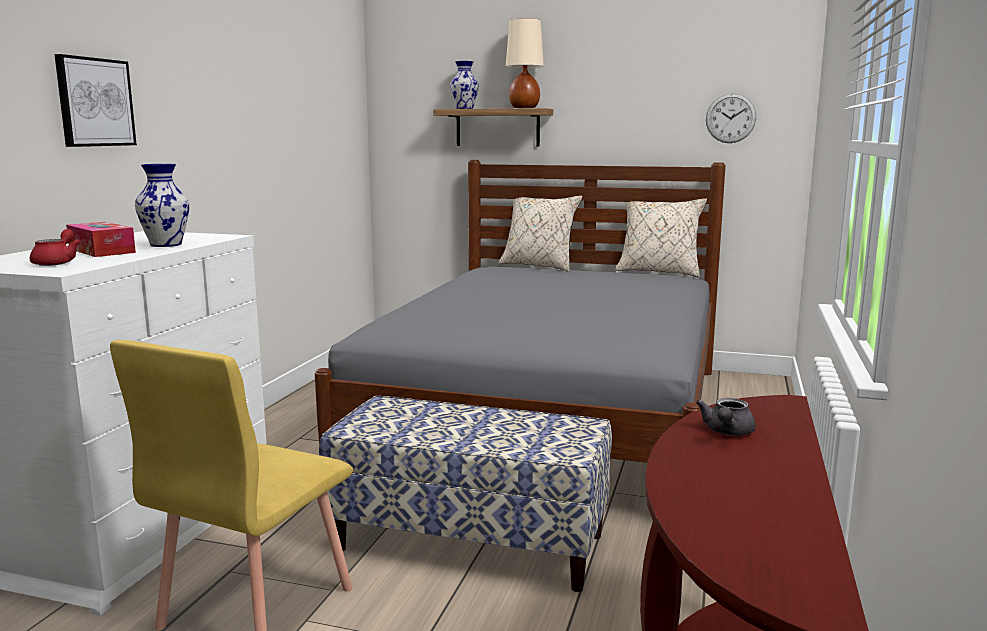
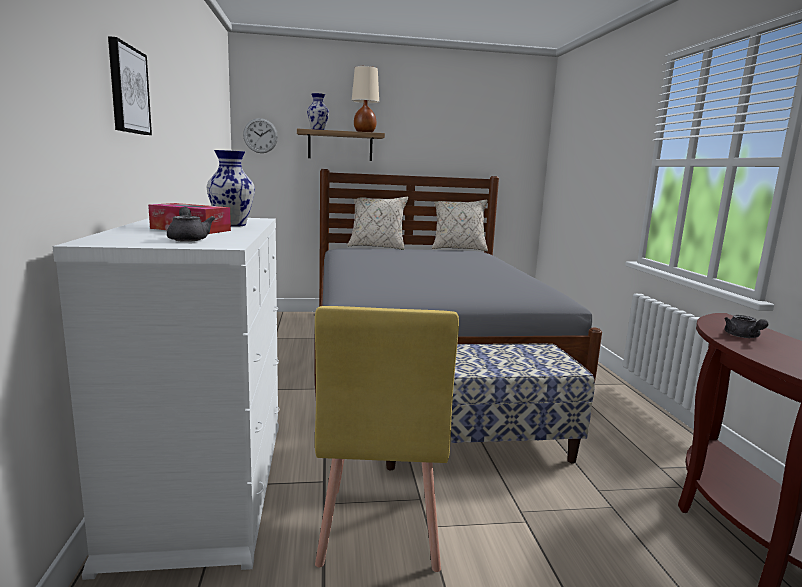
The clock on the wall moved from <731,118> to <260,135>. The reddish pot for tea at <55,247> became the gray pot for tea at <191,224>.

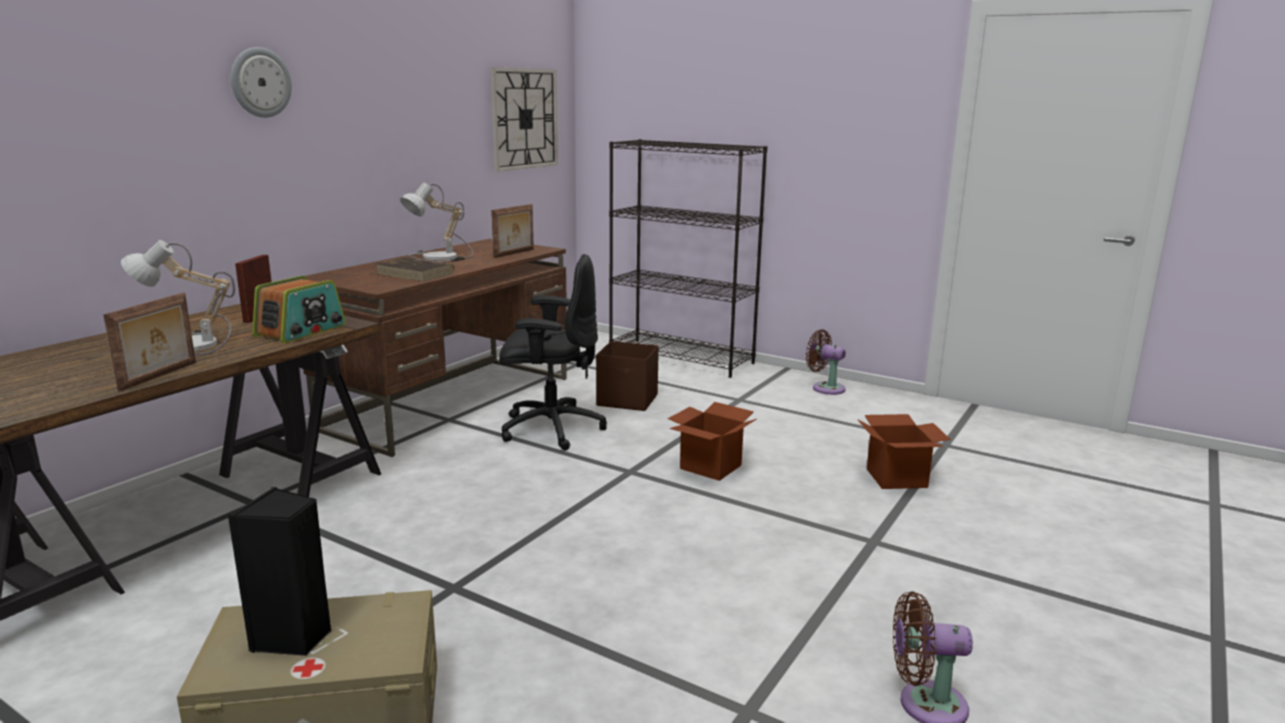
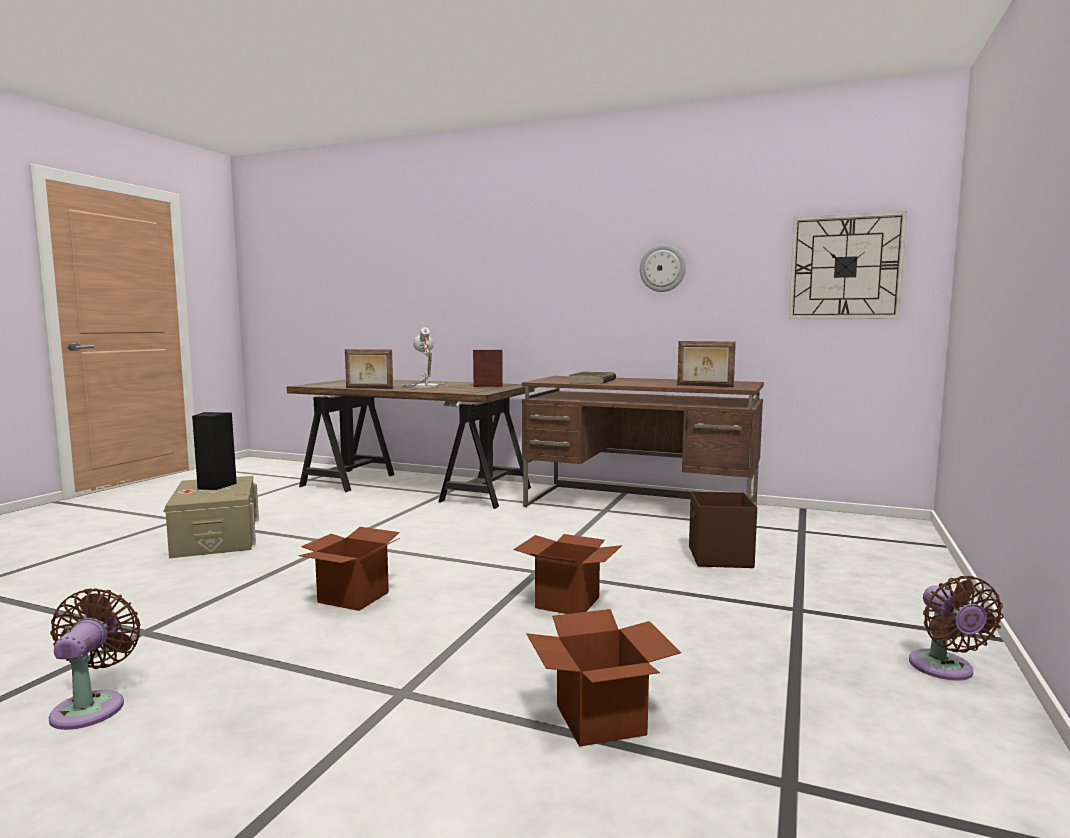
The radio receiver at <299,309> disappeared. The lamp for a table at <436,222> disappeared. The black desk chair at <553,352> disappeared. The black shelving unit at <688,258> disappeared. The cardboard box at <349,569> appeared. The clock on the wall moved from <261,82> to <663,268>. The brownish fan at <826,362> turned 150 degrees clockwise.

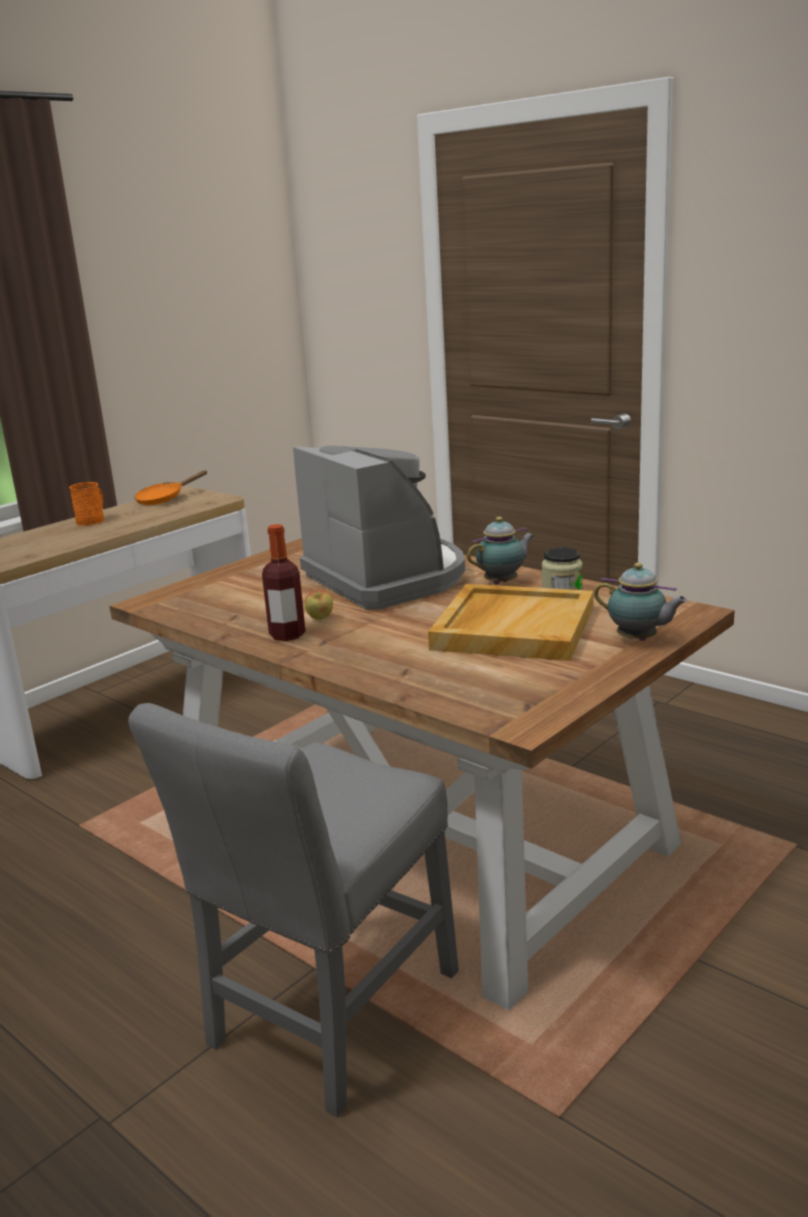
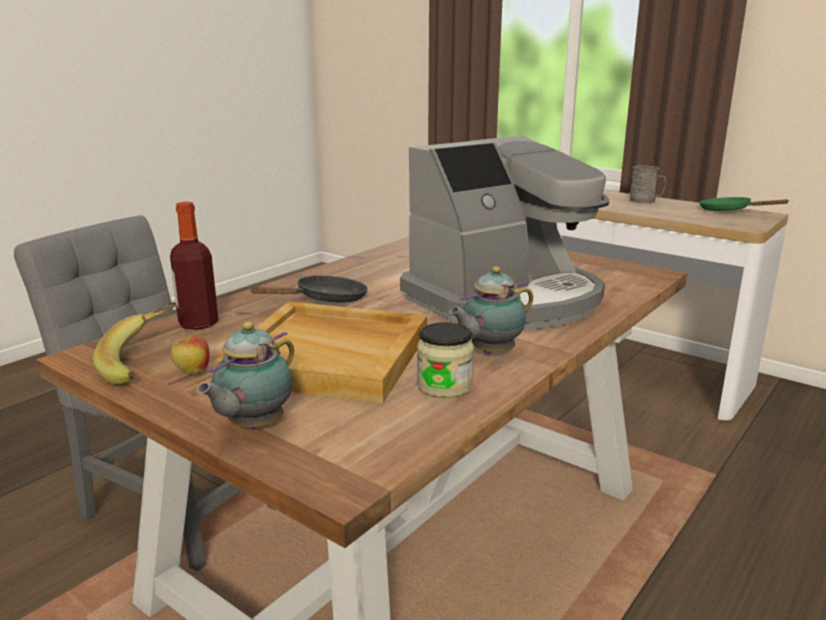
The whole banana at <135,343> appeared. The black frying pan at <308,289> appeared. The beverage bottle moved from <283,582> to <194,266>. The apple moved from <319,605> to <190,354>. The orange tea mug at <86,504> became the gray tea mug at <648,184>. The orange frying pan at <170,488> became the green frying pan at <744,204>. The pot for tea at <501,551> turned 90 degrees clockwise.

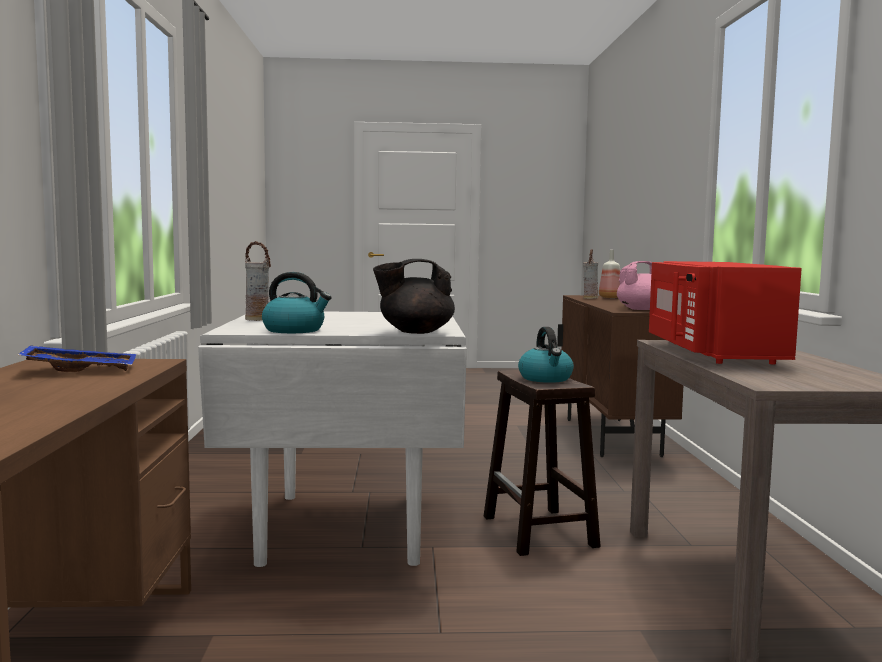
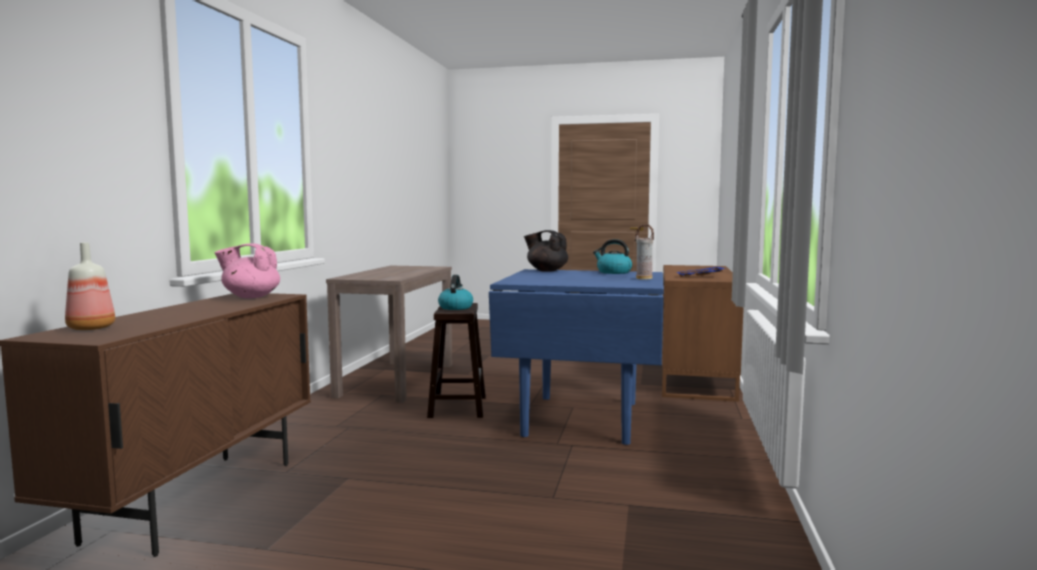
The decorative vase at <590,274> disappeared. The reddish microwave oven at <725,313> disappeared. The whitish kitchen table at <332,439> became the bluish kitchen table at <576,357>. The black pot for tea at <414,296> turned 150 degrees counterclockwise.

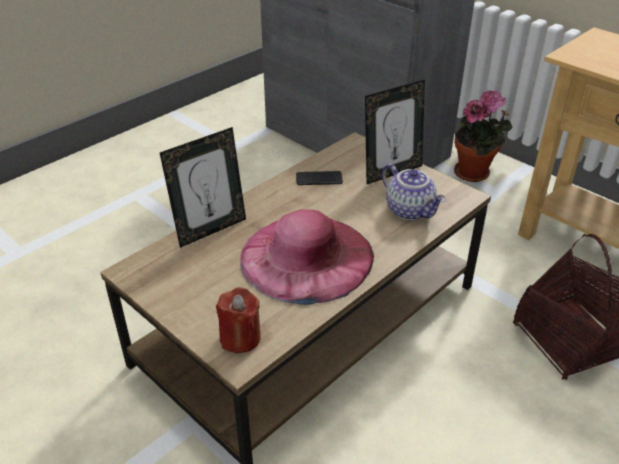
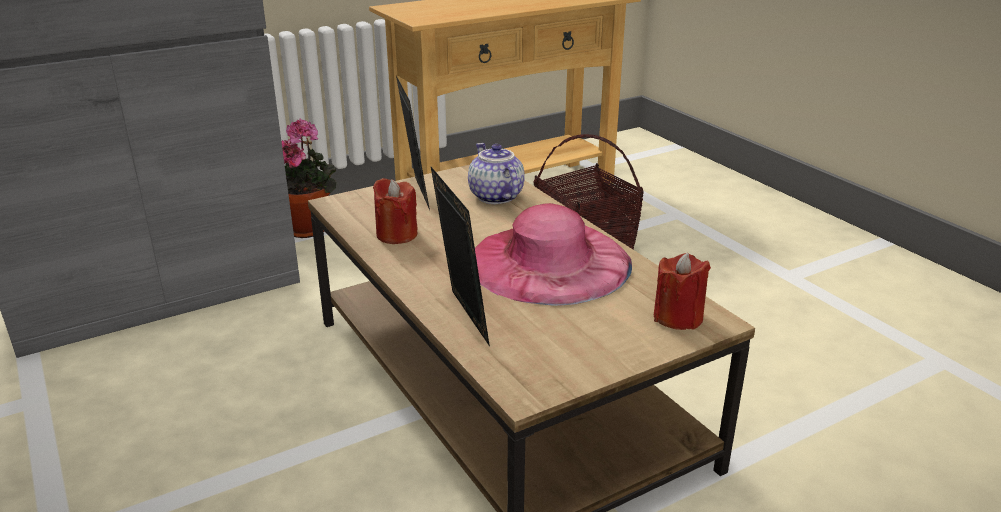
The phone at <319,178> was replaced by the reddish wax candle at <395,211>. The pot for tea at <414,192> turned 90 degrees counterclockwise.

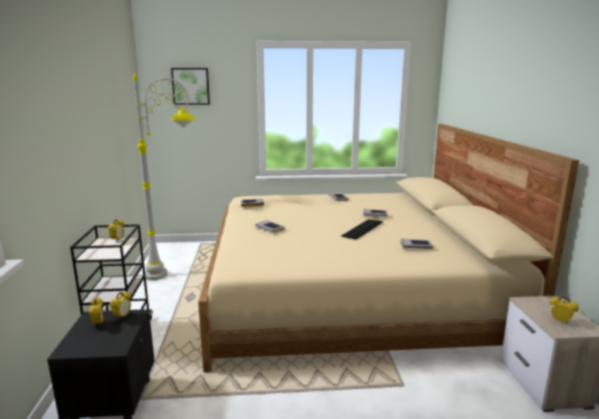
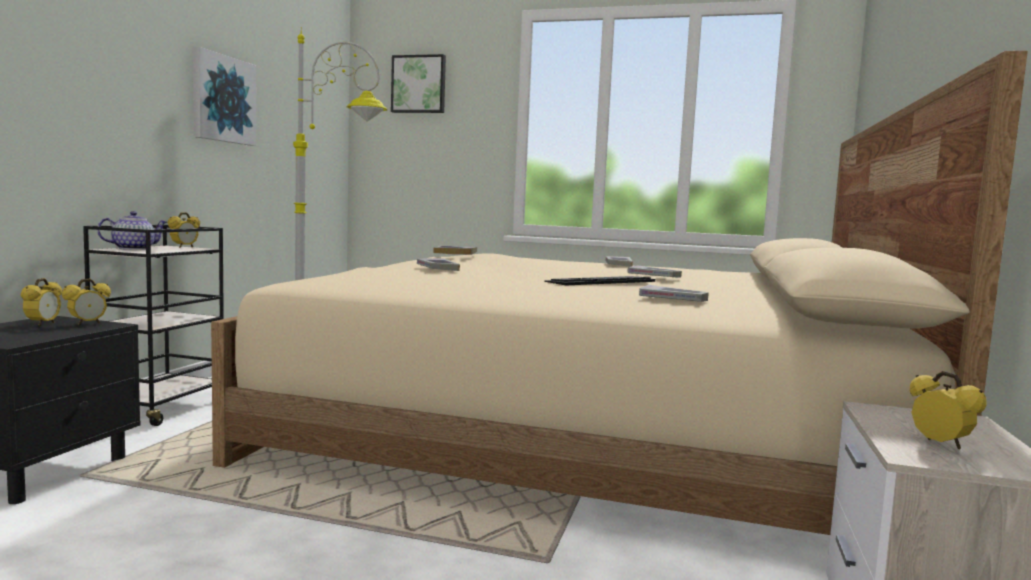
The pot for tea at <132,230> appeared. The wall art at <224,96> appeared.

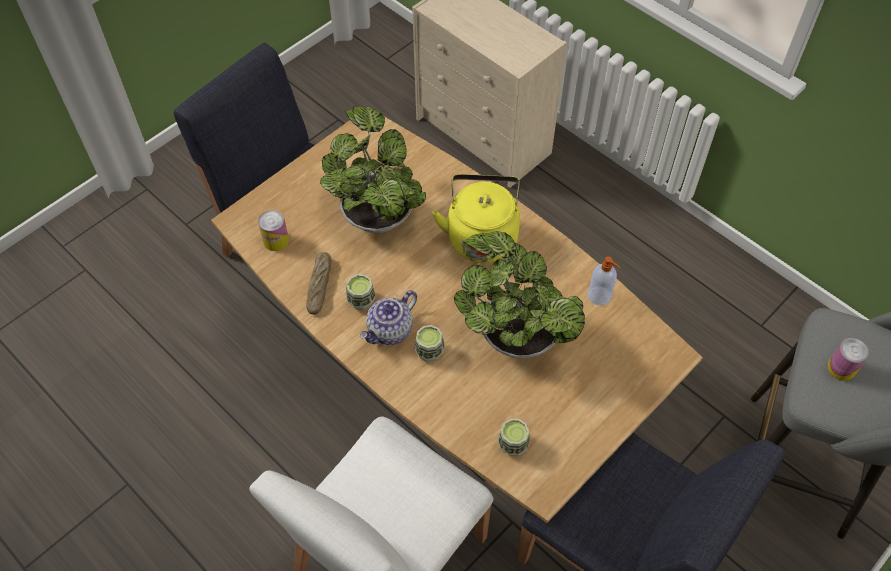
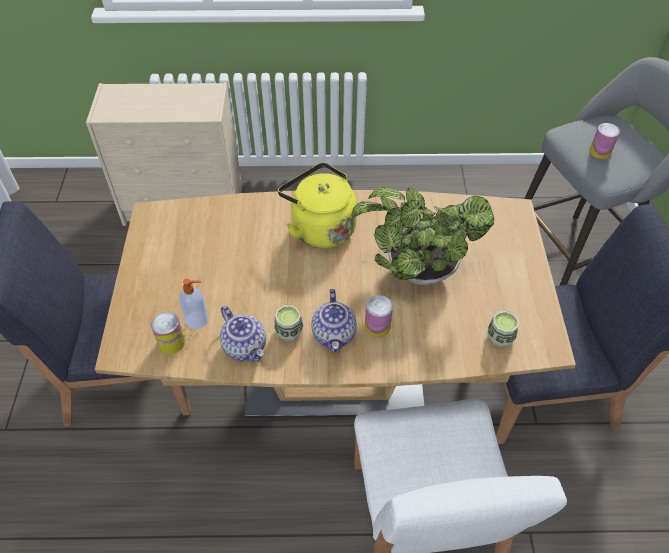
The plant in a pot at <373,169> disappeared. The soap bottle moved from <604,281> to <193,304>. The bread at <319,283> was replaced by the pot for tea at <243,334>. The cup at <429,343> was replaced by the sealed can at <379,316>.

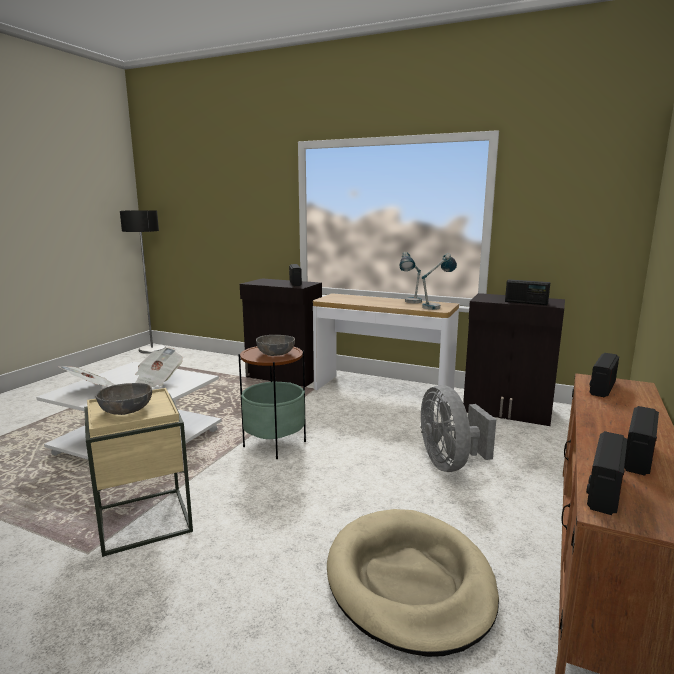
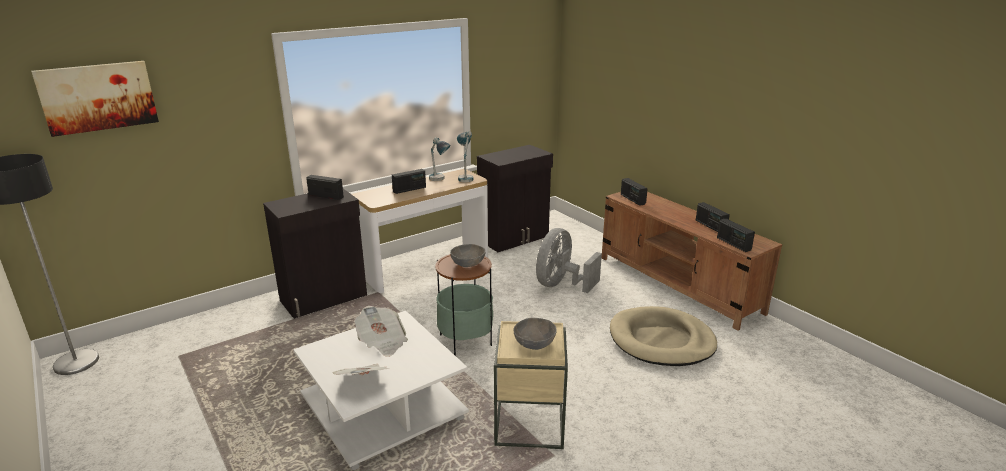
The wall art at <95,99> appeared. The radio receiver moved from <527,292> to <409,181>. The gray fan at <458,428> turned 105 degrees clockwise.

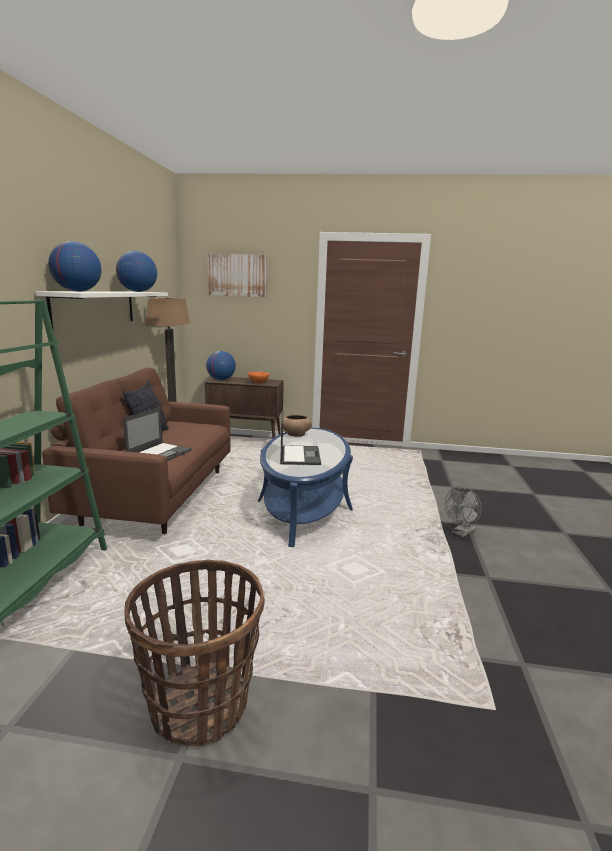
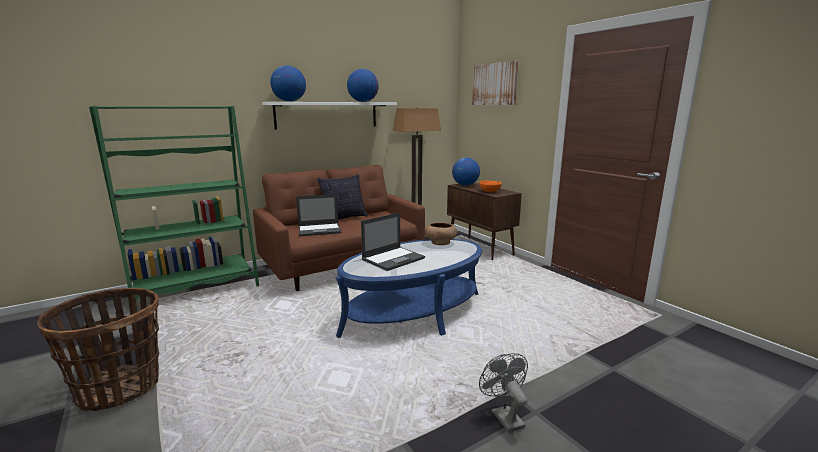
The gray fan at <463,511> turned 60 degrees clockwise.

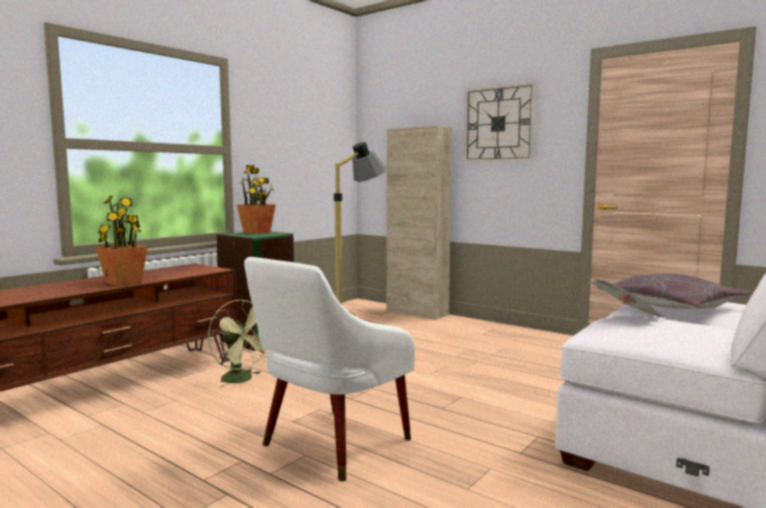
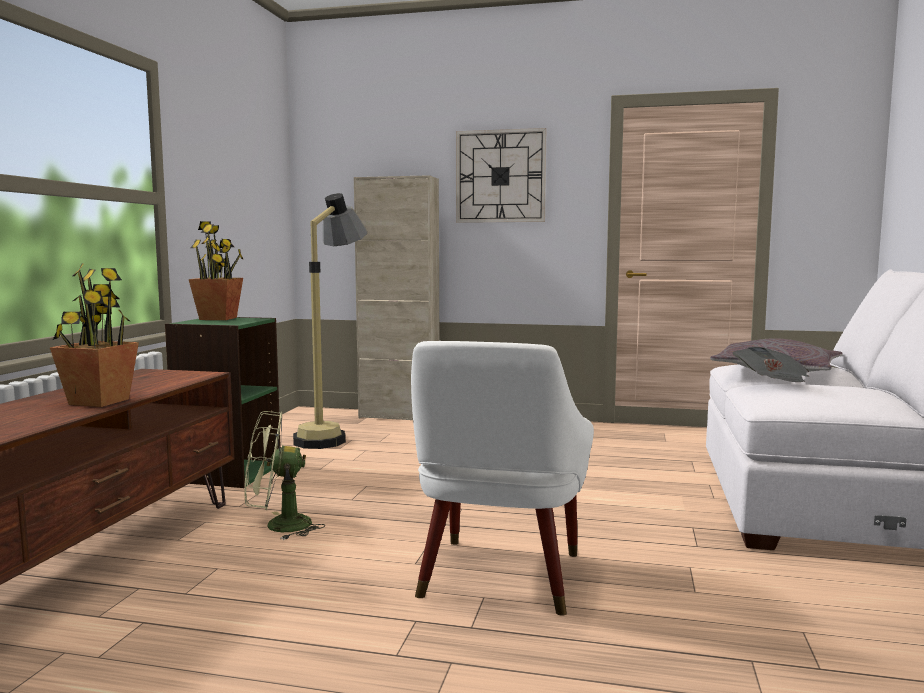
The green fan at <237,344> turned 150 degrees clockwise.

